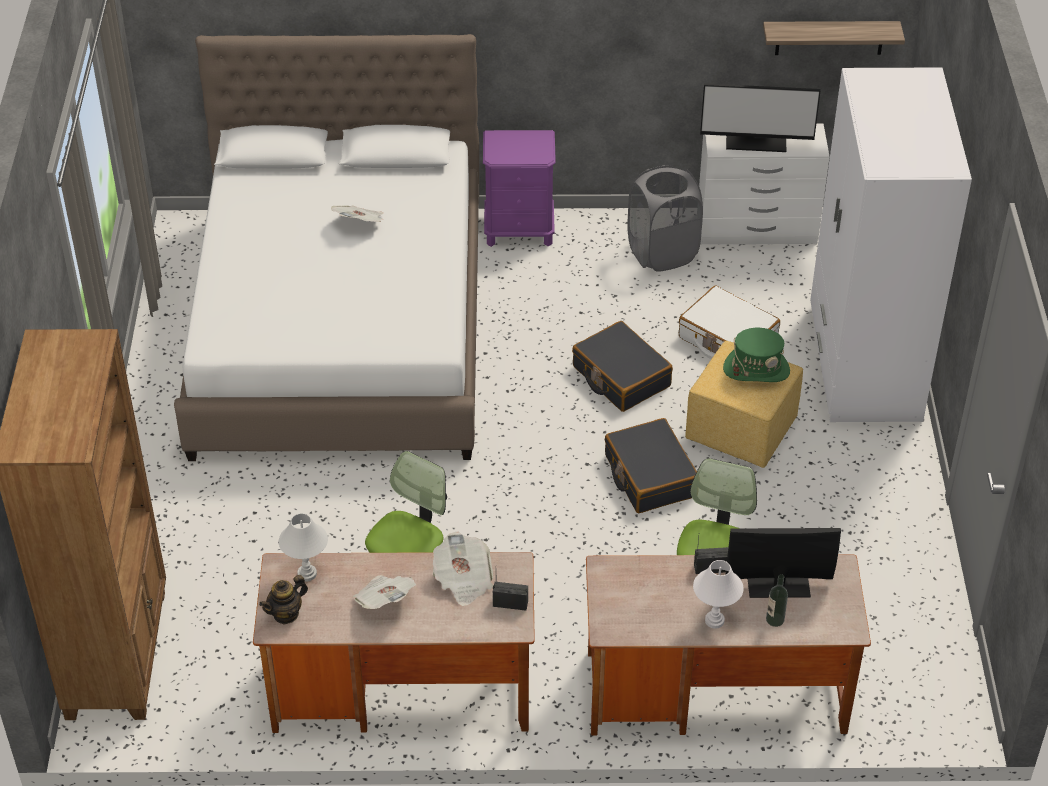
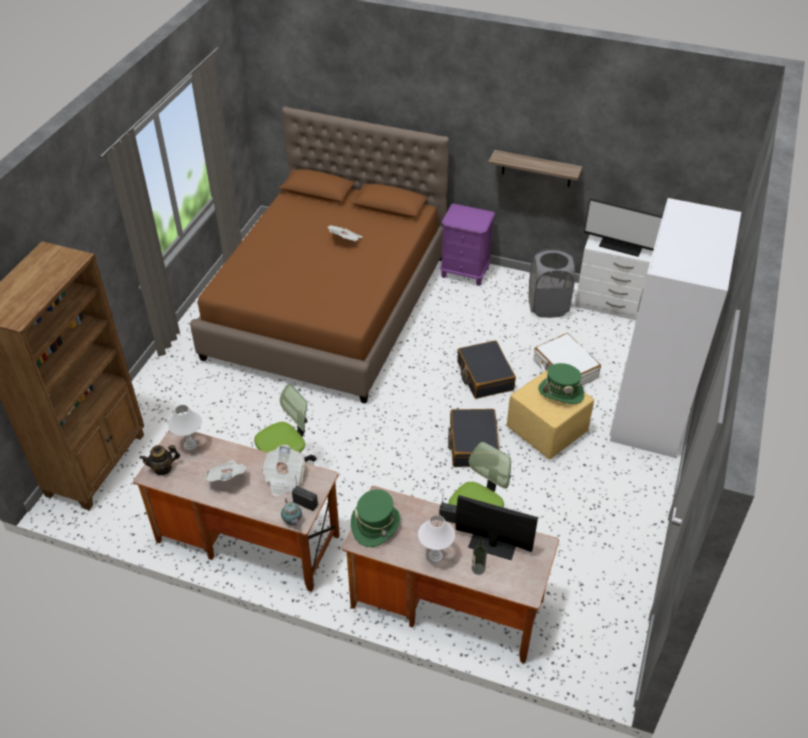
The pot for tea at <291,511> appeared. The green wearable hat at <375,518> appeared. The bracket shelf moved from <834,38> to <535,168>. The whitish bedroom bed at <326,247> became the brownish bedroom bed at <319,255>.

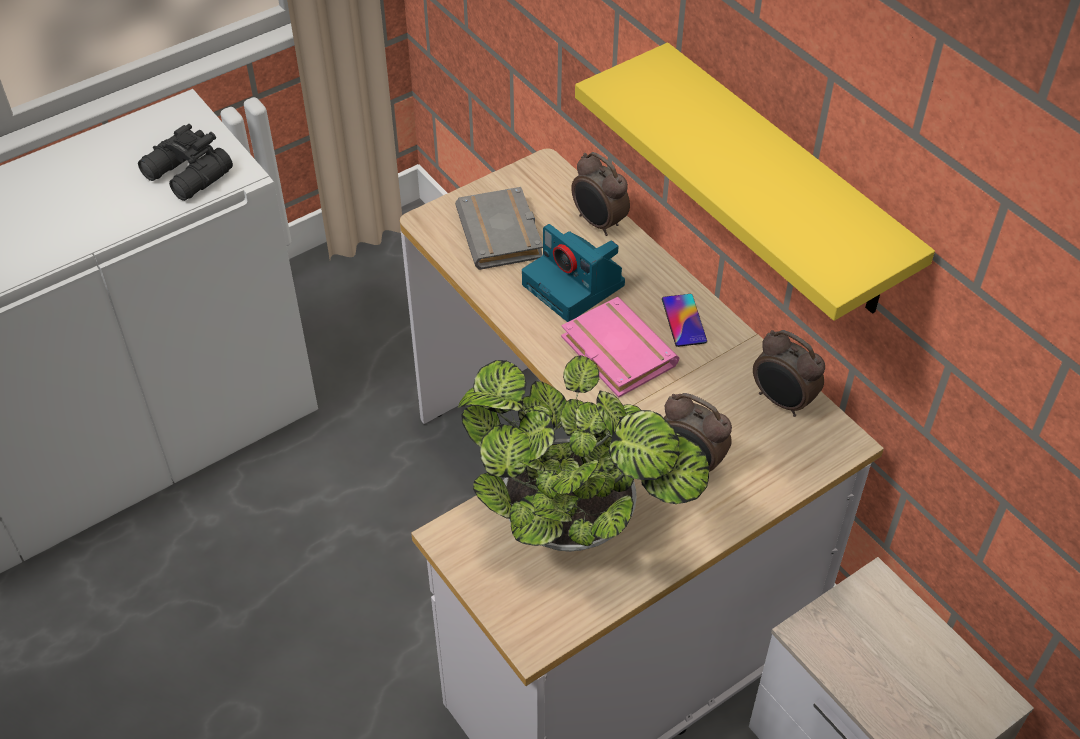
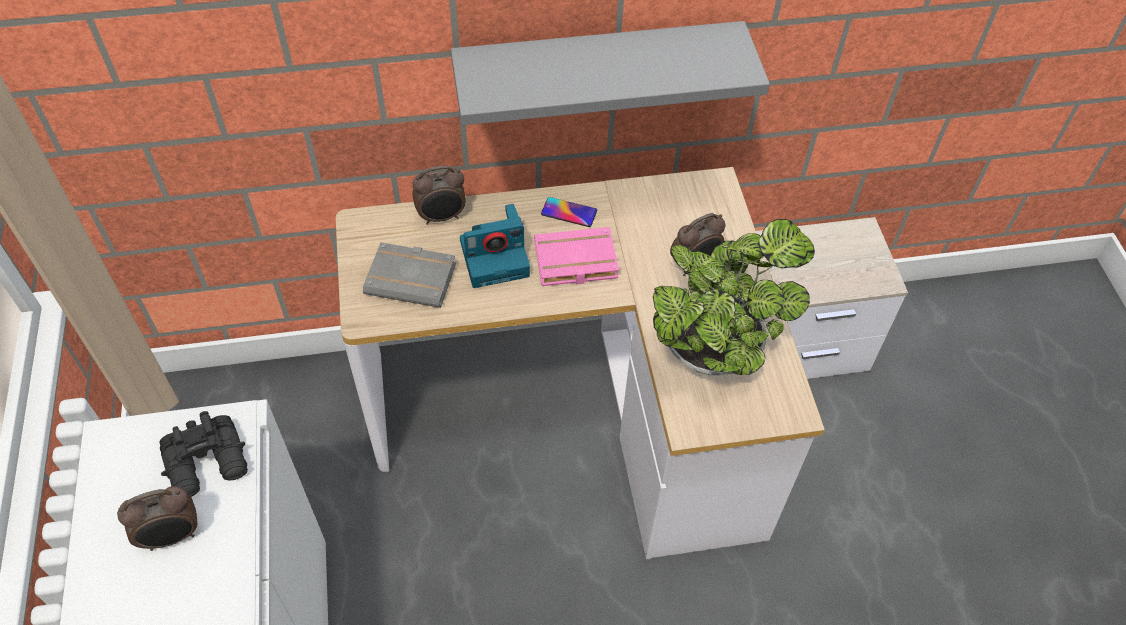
The table clock moved from <789,373> to <157,518>. The yellowish bracket shelf at <755,182> became the gray bracket shelf at <610,73>.

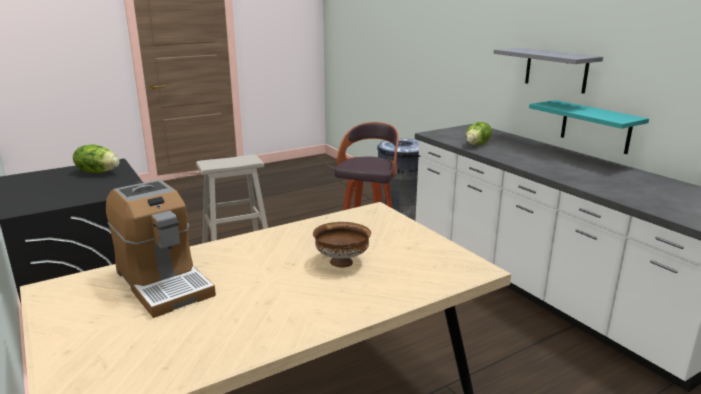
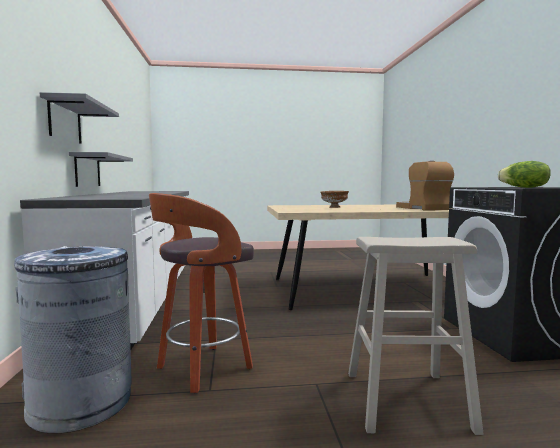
The head of lettuce at <479,133> disappeared. The turquoise-coloured bracket shelf at <589,127> became the gray bracket shelf at <101,169>.

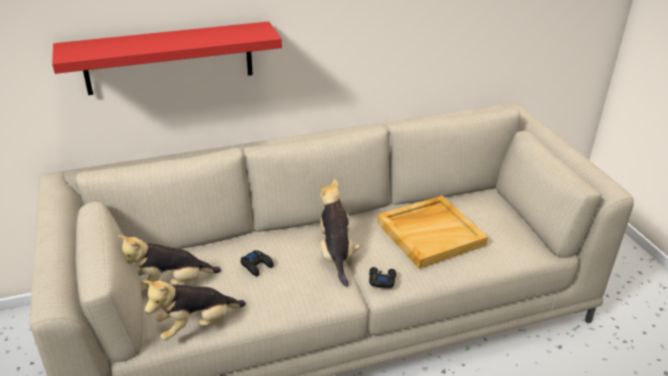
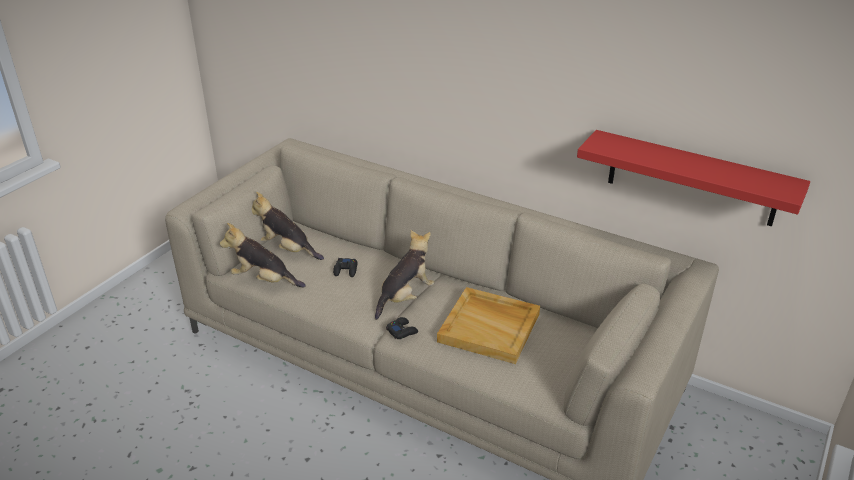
The reddish bracket shelf moved from <167,58> to <693,178>.

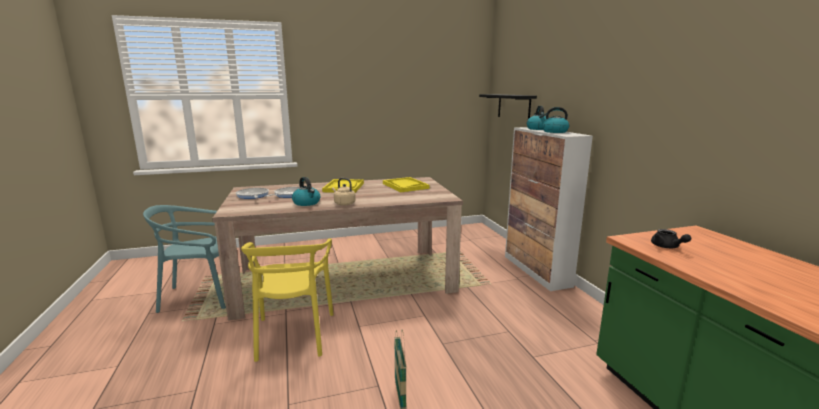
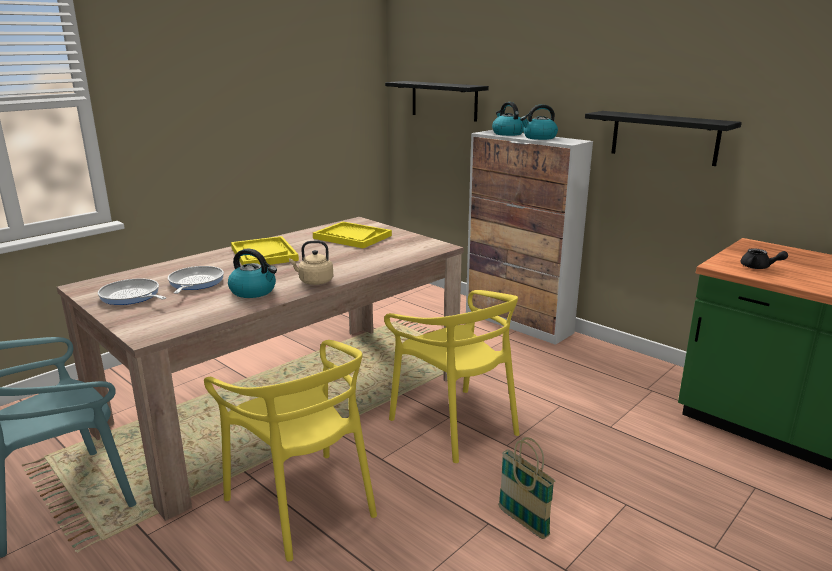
The yellowish plain chair at <452,376> appeared. The black bracket shelf at <663,138> appeared.

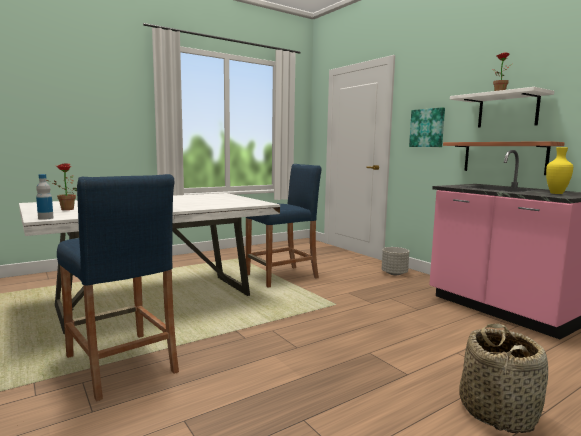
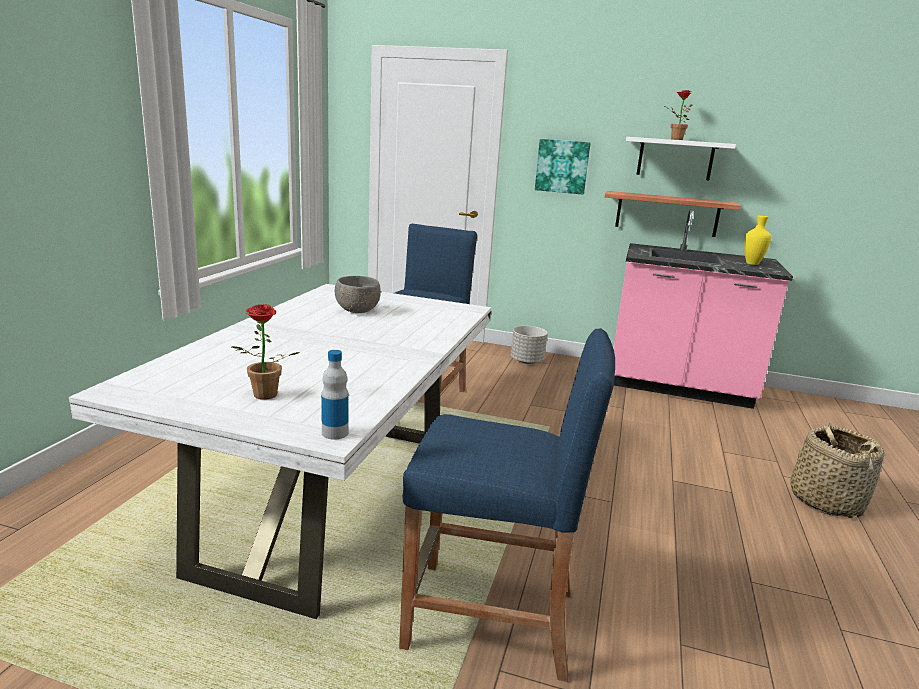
The gray serving bowl at <358,294> appeared.

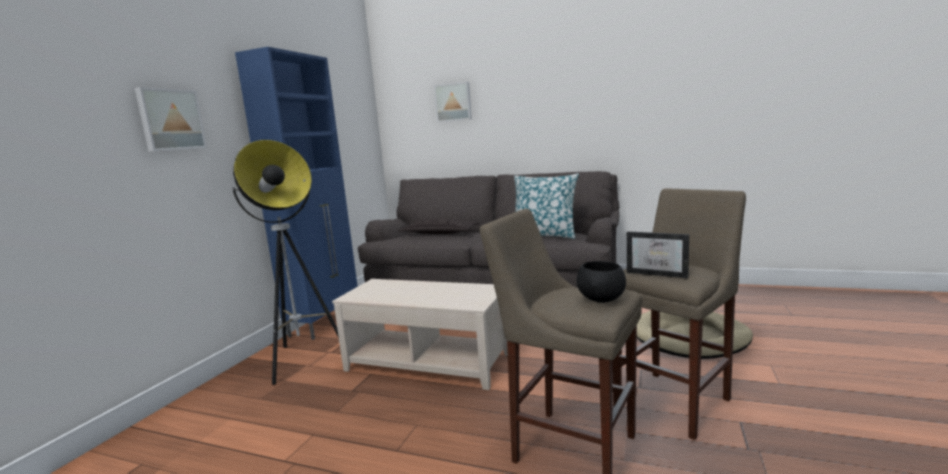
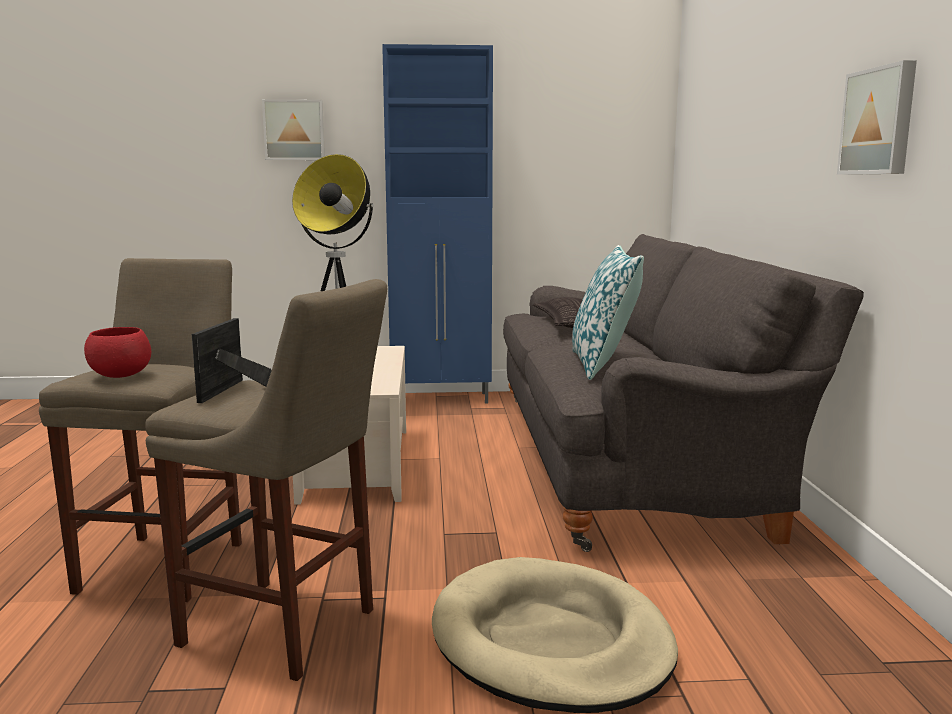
The wall art moved from <453,102> to <877,117>. The black serving bowl at <601,282> became the reddish serving bowl at <117,352>.

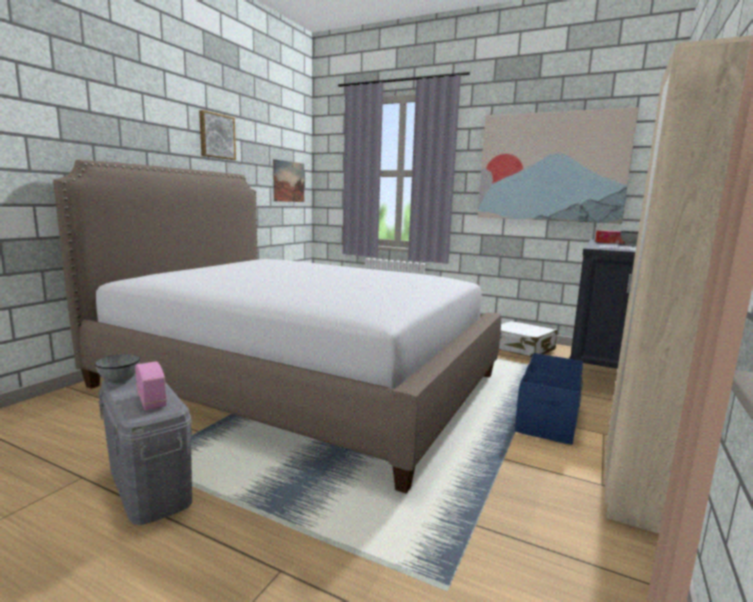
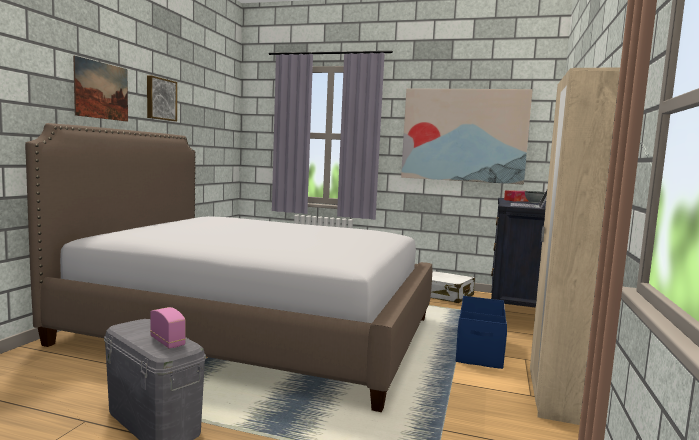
The gray serving bowl at <117,369> disappeared. The wall art moved from <288,180> to <100,89>.

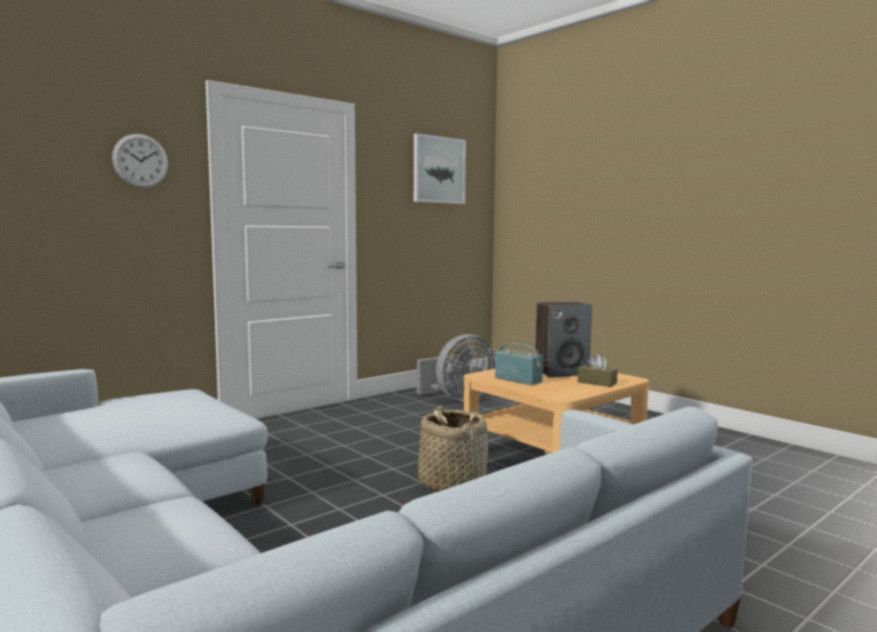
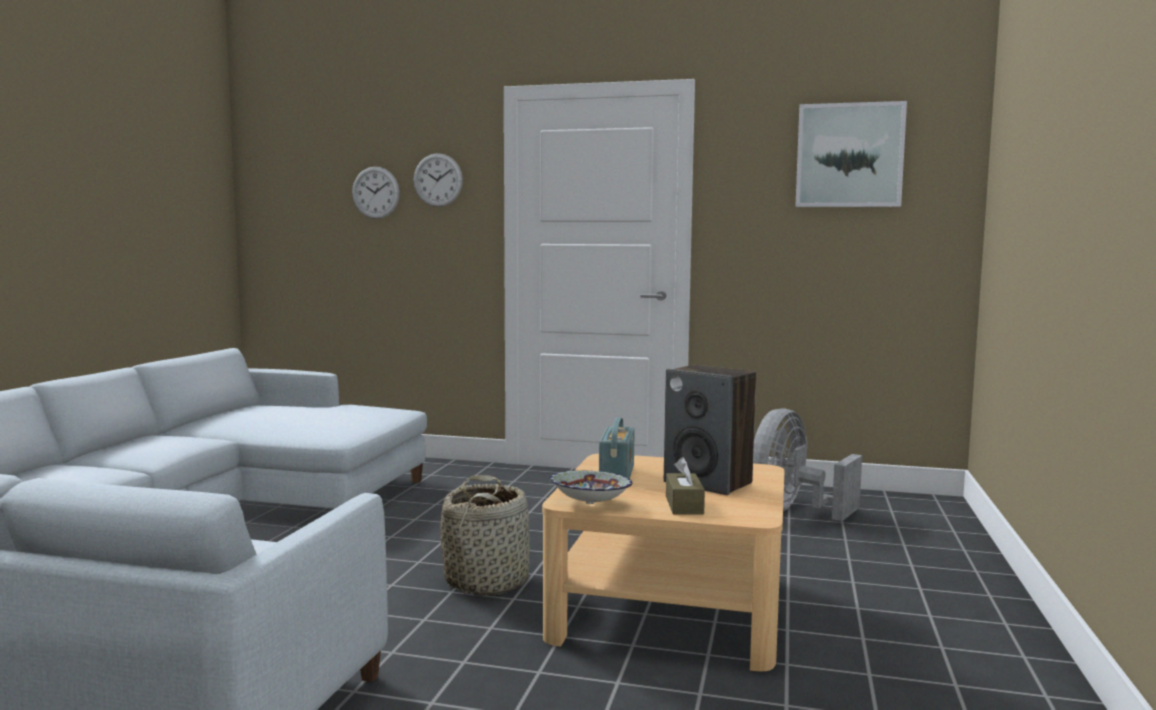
The clock on the wall at <376,193> appeared. The serving bowl at <590,487> appeared. The gray fan at <456,368> turned 105 degrees clockwise.

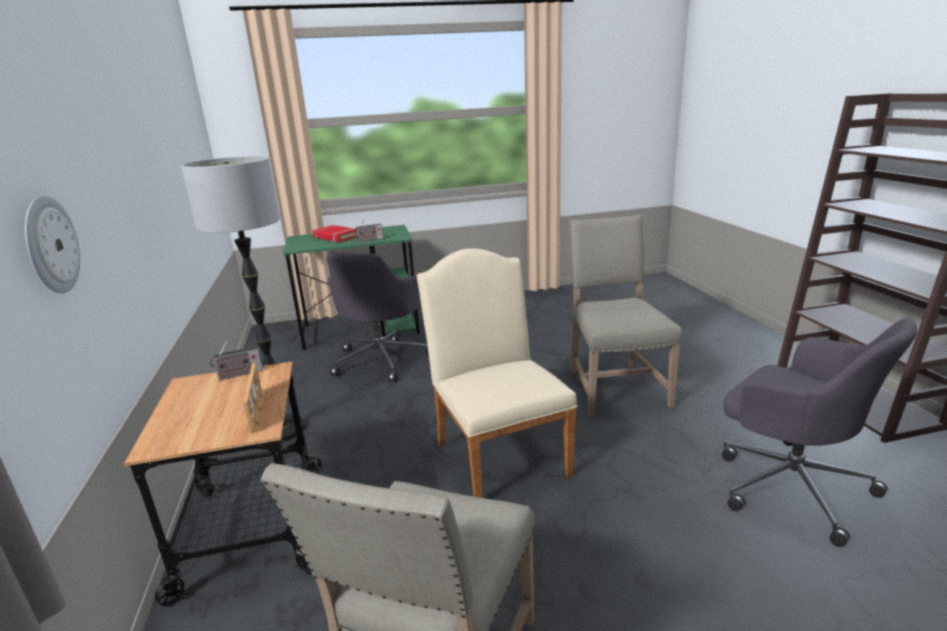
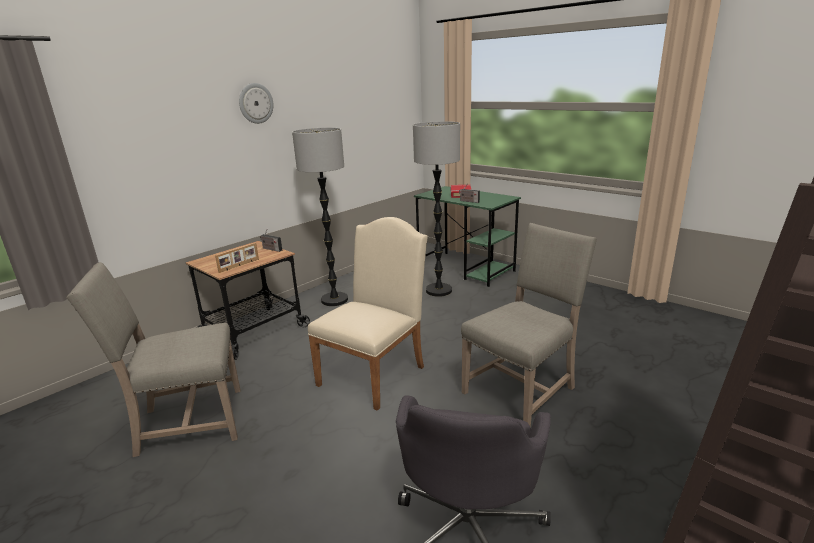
The clock on the wall moved from <52,244> to <256,103>. The gray desk chair at <377,317> was replaced by the floor lamp at <436,209>.

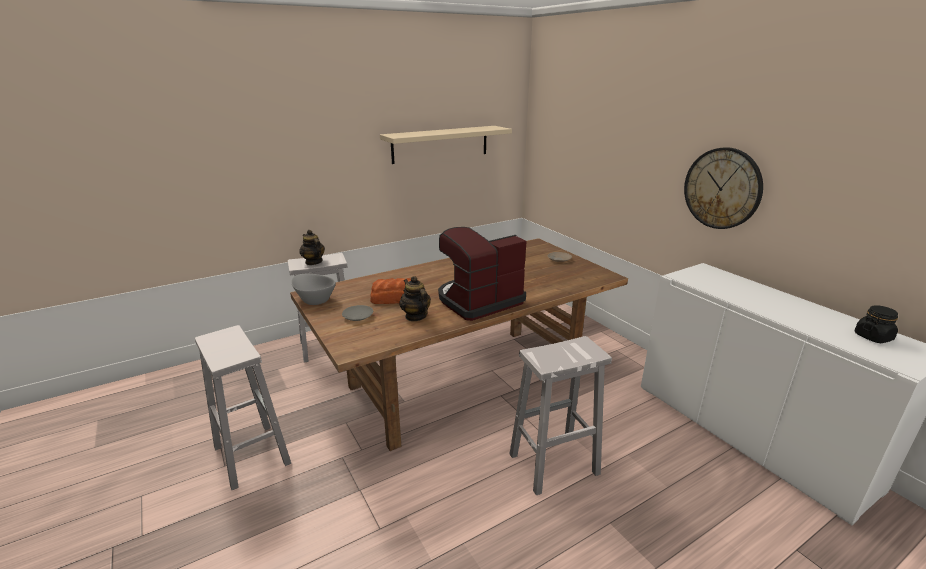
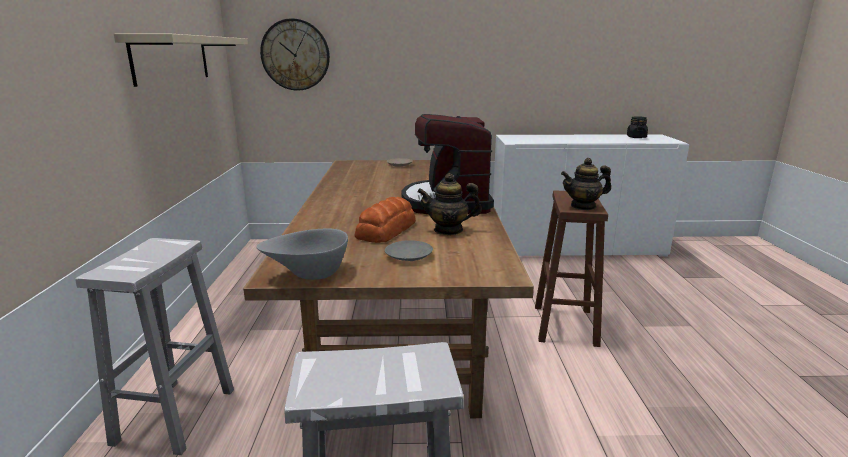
The pot for tea moved from <312,247> to <586,184>. The clock on the wall moved from <723,188> to <295,54>. The whitish stool seat at <561,415> became the brownish stool seat at <571,269>.

